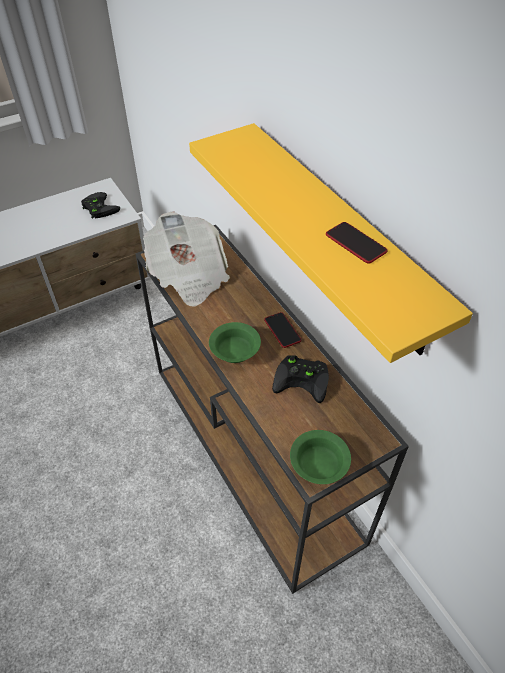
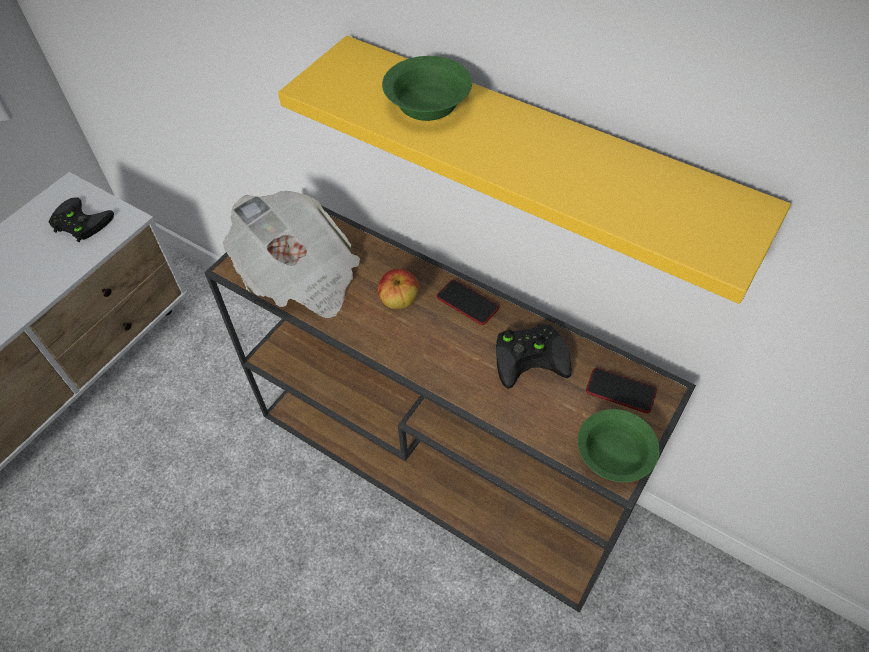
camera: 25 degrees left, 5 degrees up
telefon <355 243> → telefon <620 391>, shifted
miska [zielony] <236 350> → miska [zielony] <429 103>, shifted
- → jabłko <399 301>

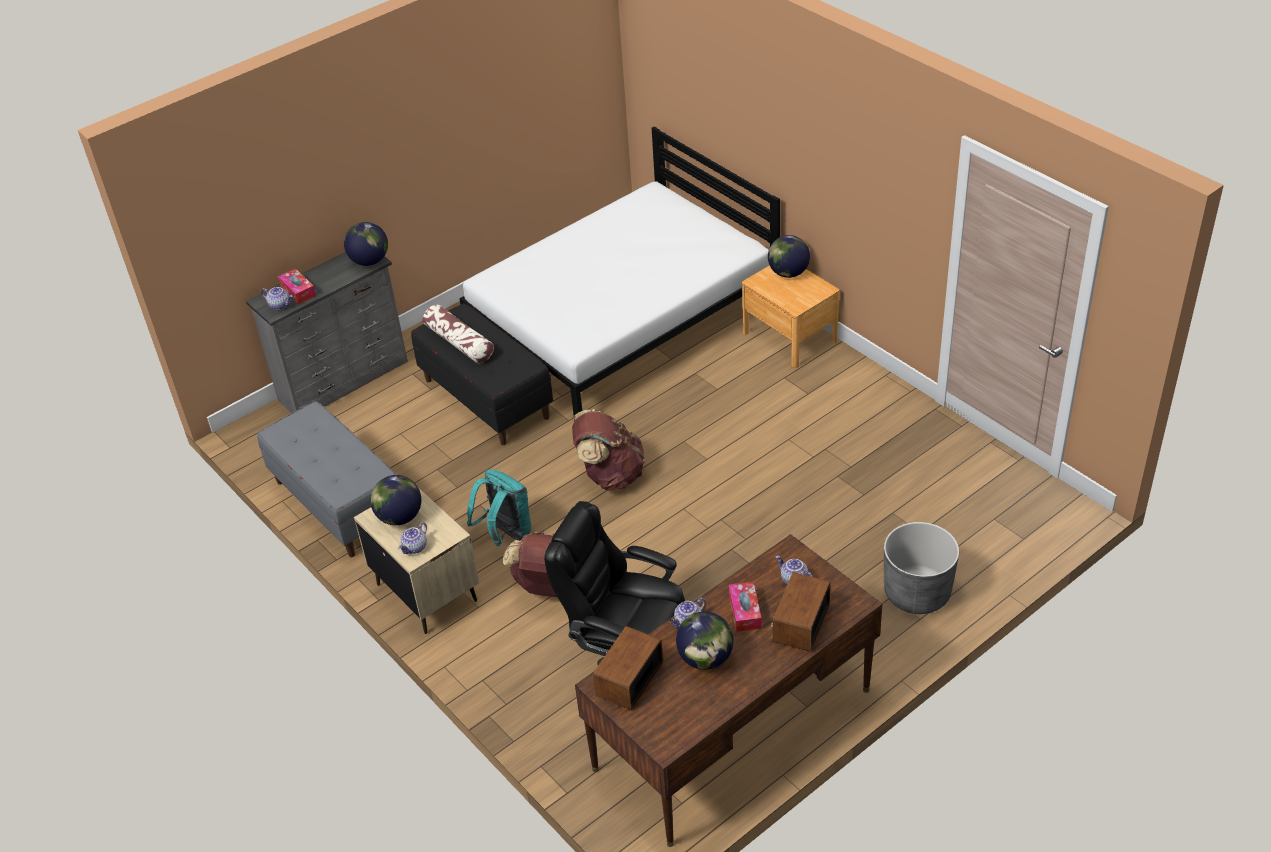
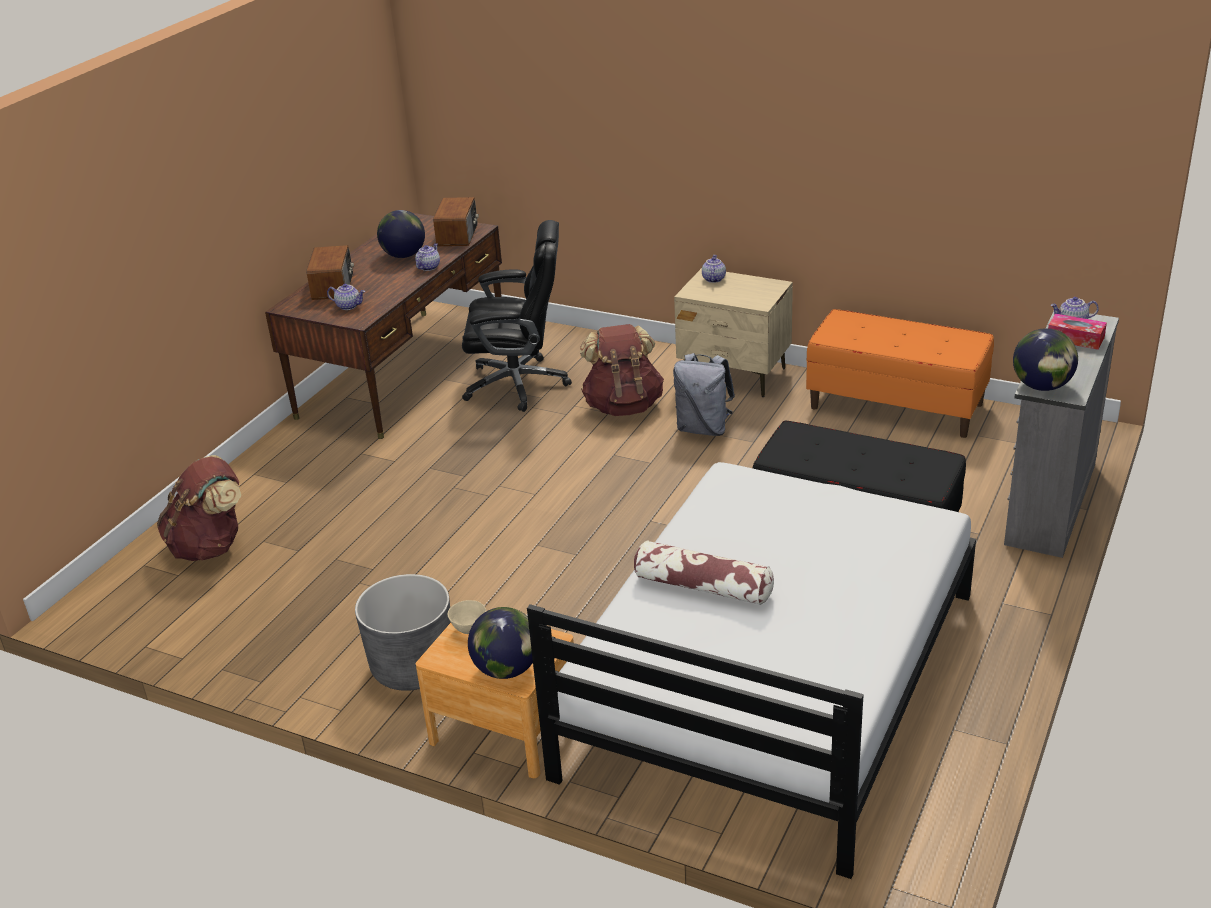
camera: 155 degrees right, 10 degrees down
poduszka <459 343> → poduszka <702 587>, shifted
ławka [szary] <338 503> → ławka [pomarańczowy] <896 406>
plecak [brązowy] <610 475> → plecak [brązowy] <210 546>, shifted
plecak [turkusowy] <505 533> → plecak [szary] <703 428>
globus <399 517> → -
donica [szary] <917 593> → donica [szary] <413 667>, shifted
pudełko chusteczek <745 611> → -
- → miska [beżowy] <469 629>

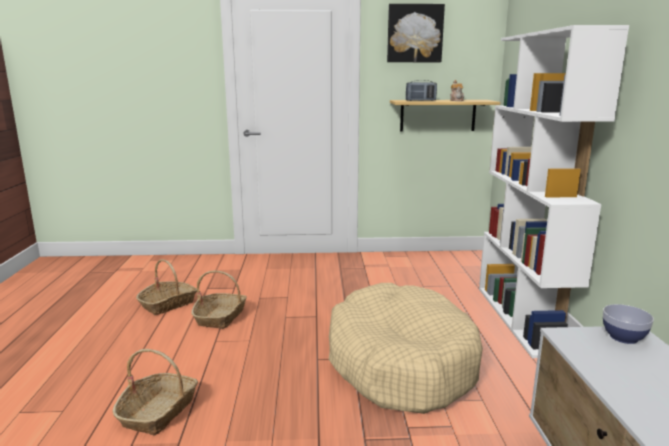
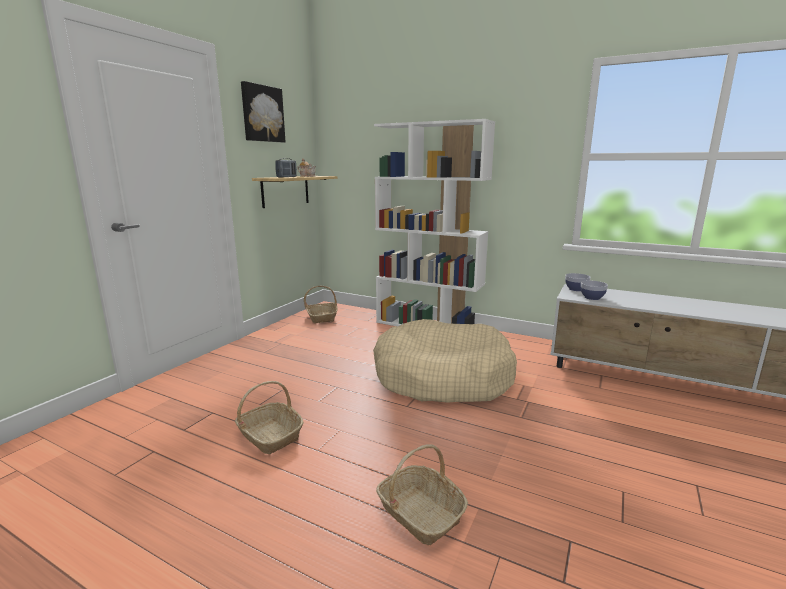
camera: 60 degrees left, 0 degrees up
koszyk <168 304> → koszyk <322 317>, shifted
- → miska <592 297>

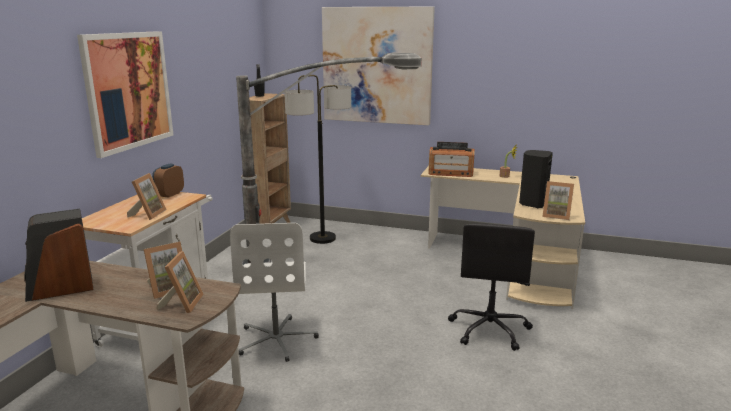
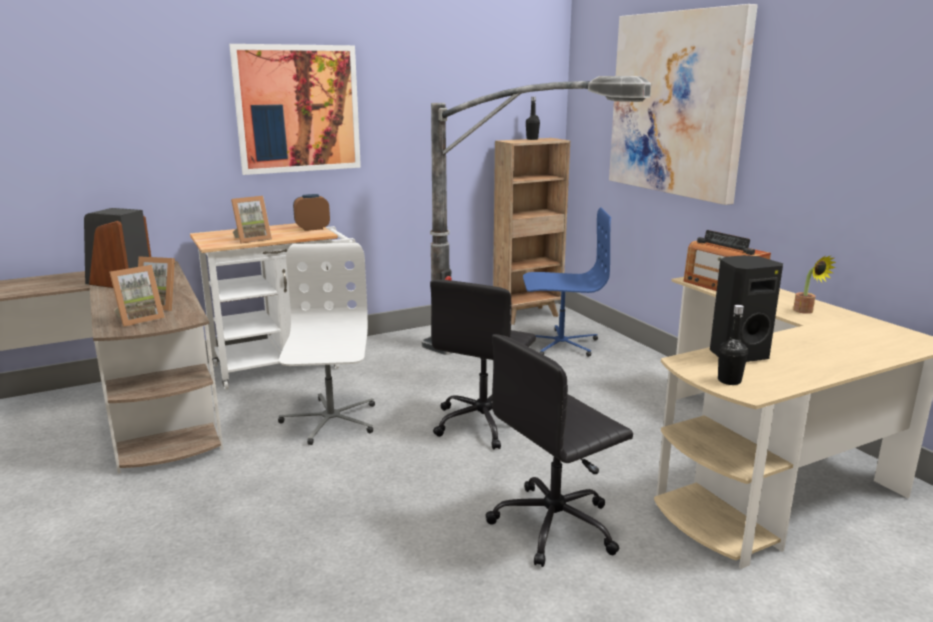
camera: 45 degrees right, 0 degrees up
lampa stojąca <323 238> → krzesło biurowe [niebieski] <560 344>
ramka na zdjęcie <556 216> → butelka [czarny] <729 381>
krzesło biurowe [biały] <277 339> → krzesło biurowe [biały] <330 420>, 135 degrees clockwise
- → krzesło biurowe [czarny] <484 424>

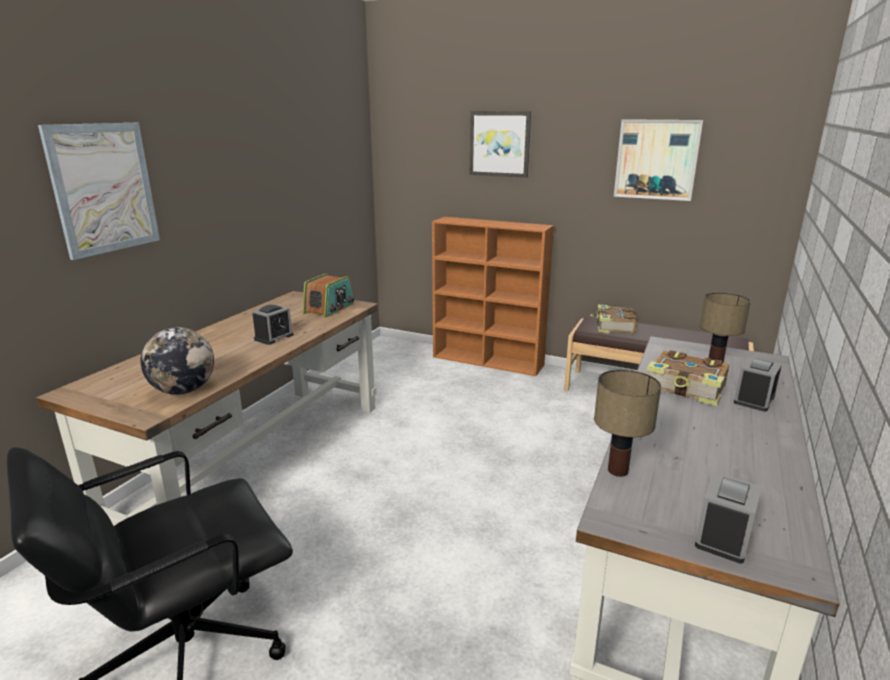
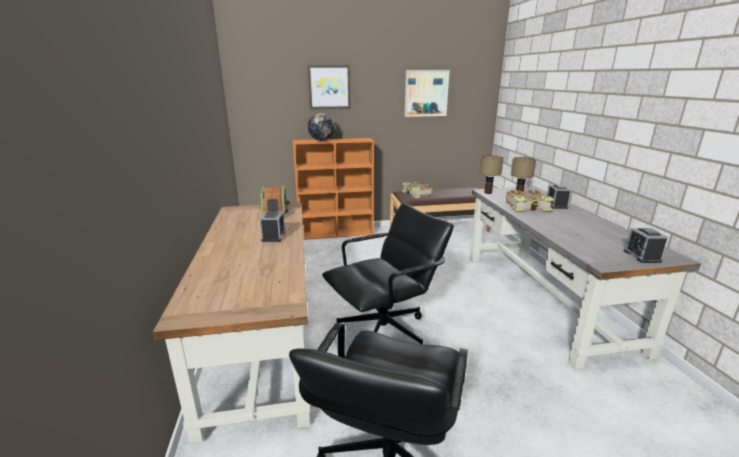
camera: 35 degrees left, 0 degrees up
obraz <104 188> → -
globus <183 390> → globus <321 140>, shifted
lampa stołowa <618 471> → lampa stołowa <488 193>, shifted
- → krzesło biurowe [czarny] <384 333>

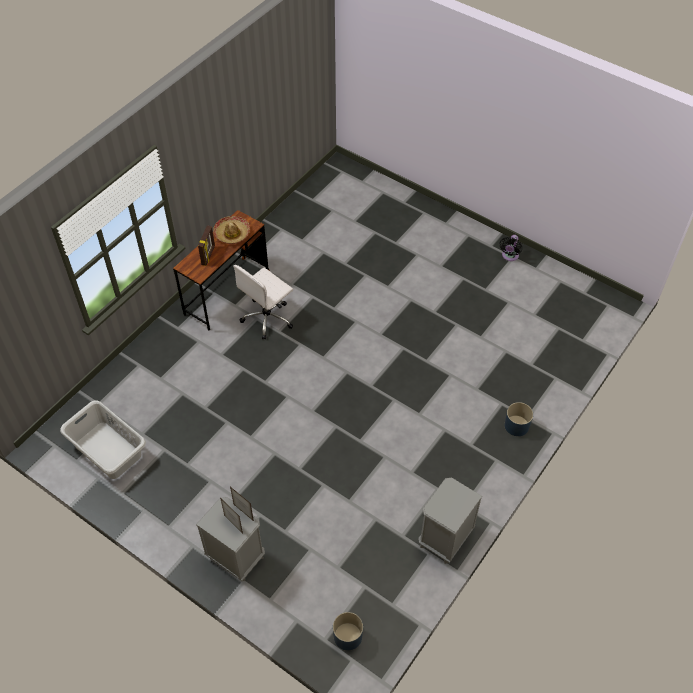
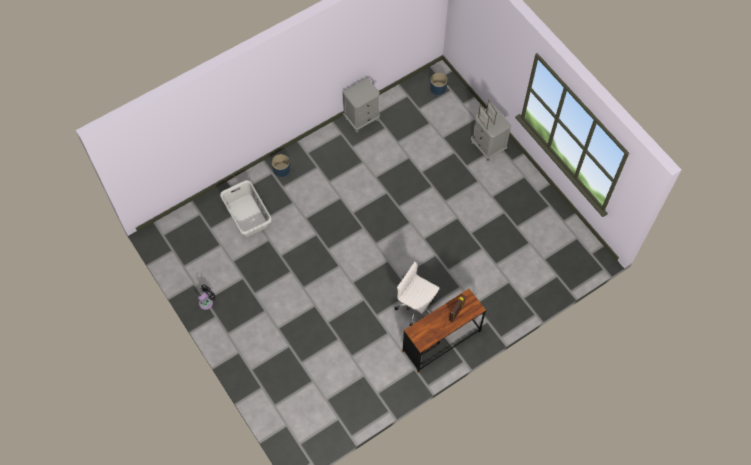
camera: 160 degrees left, 10 degrees up
kapelusz <232 233> → -
krzesło biurowe [biały] <268 318> → krzesło biurowe [biały] <416 307>, 120 degrees counterclockwise
kosz na pranie [szary] <108 451> → kosz na pranie [szary] <248 215>, shifted

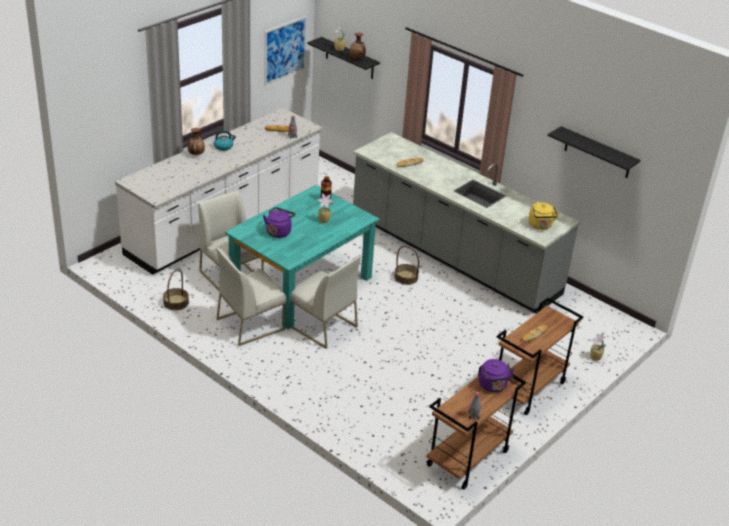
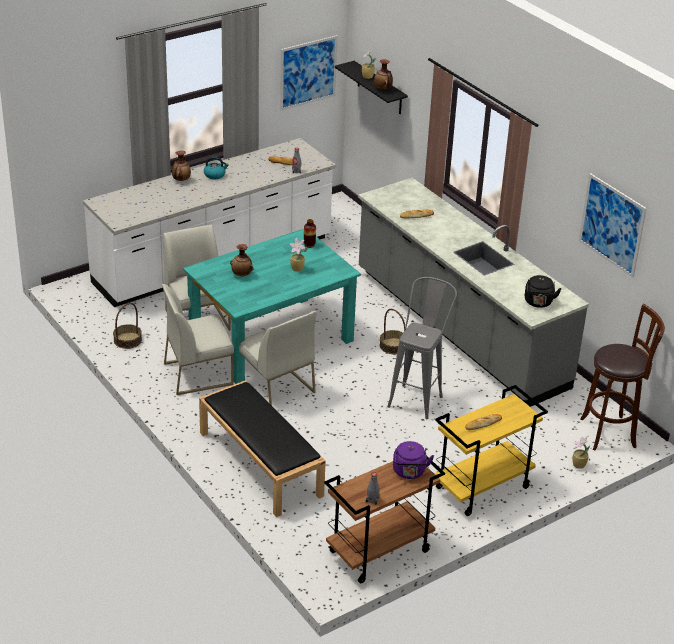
camera: 15 degrees right, 0 degrees up
półka [czarny] <597 153> → obraz <612 225>
czajnik [żółty] <541 226> → czajnik [czarny] <538 303>
czajnik [fioletowy] <279 231> → wazon <242 275>
wózek [brązowy] <528 389> → wózek [żółty] <482 488>
- → stołek [szary] <418 397>
- → stołek [brązowy] <611 432>
- → ławka [czarny] <259 463>

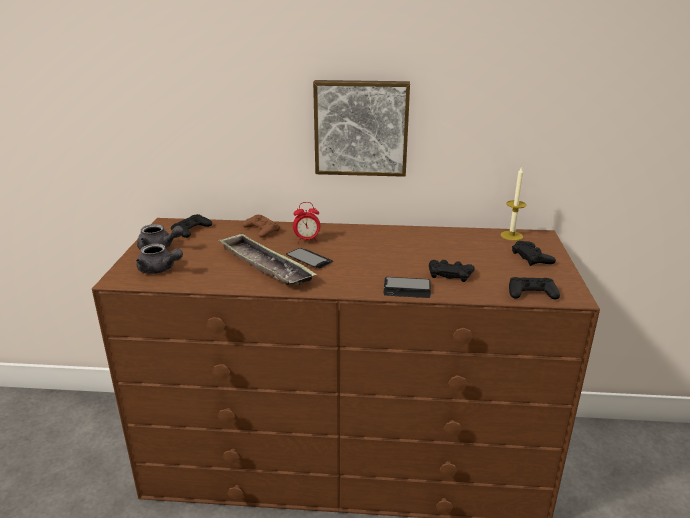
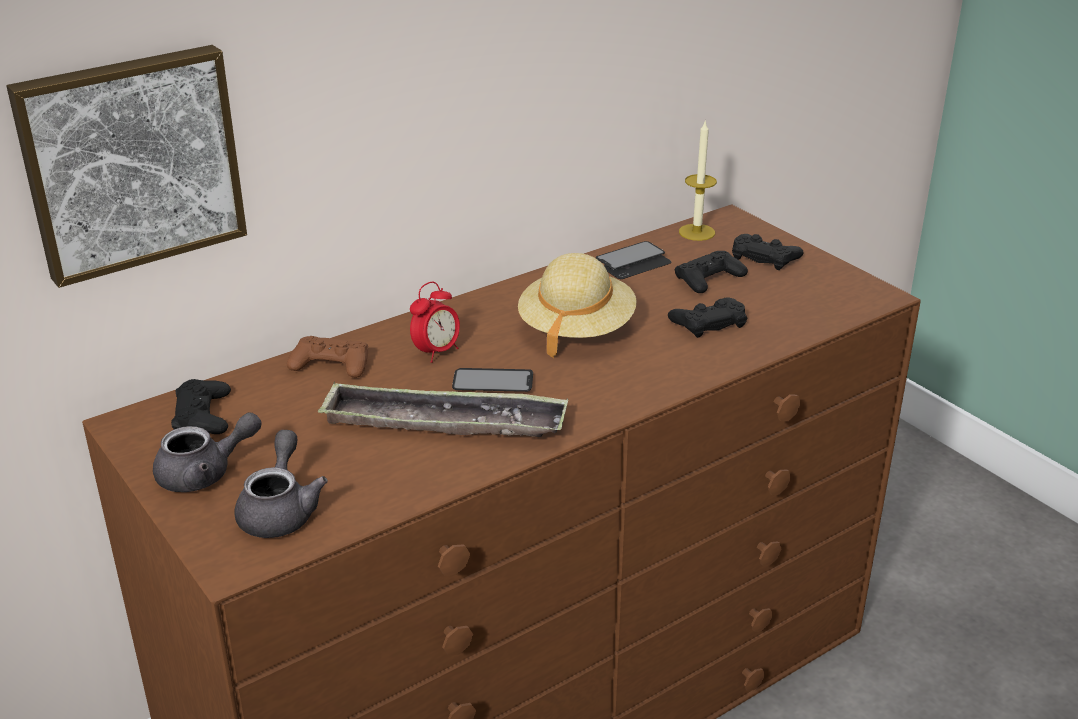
camera: 40 degrees left, 5 degrees up
obraz <361 127> → obraz <131 161>, shifted
imbryk [szary] <160 270> → imbryk [szary] <280 510>, 75 degrees counterclockwise
telefon <407 289> → telefon <633 262>, shifted
pad do gier [czarny] <531 293> → pad do gier [czarny] <709 279>, shifted
- → kapelusz [beżowy] <576 329>

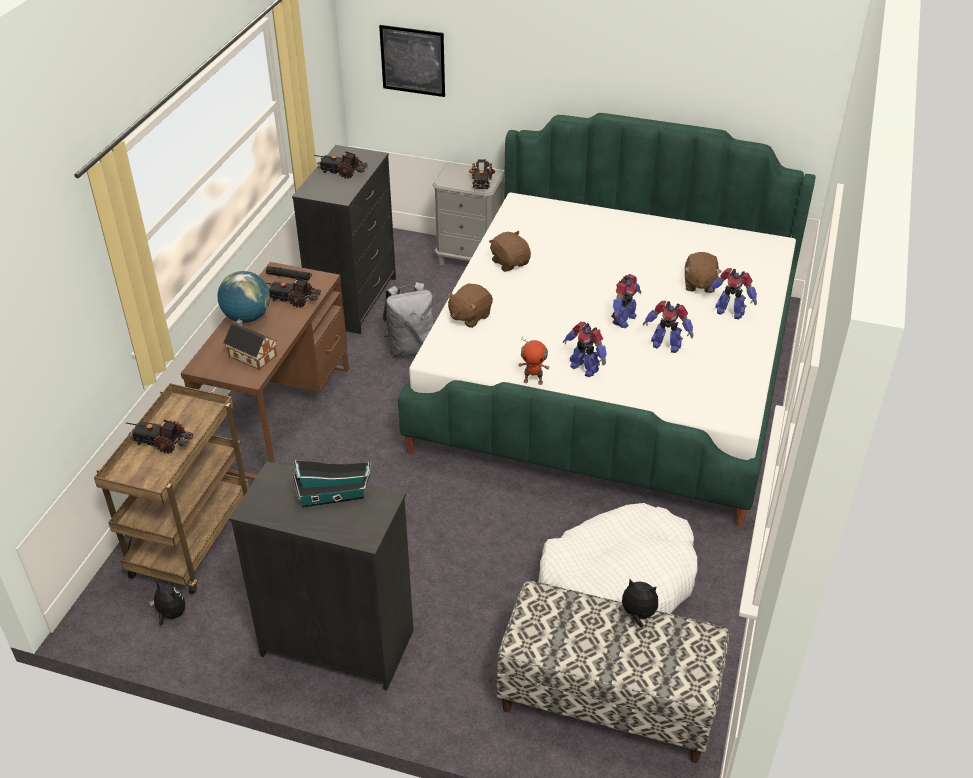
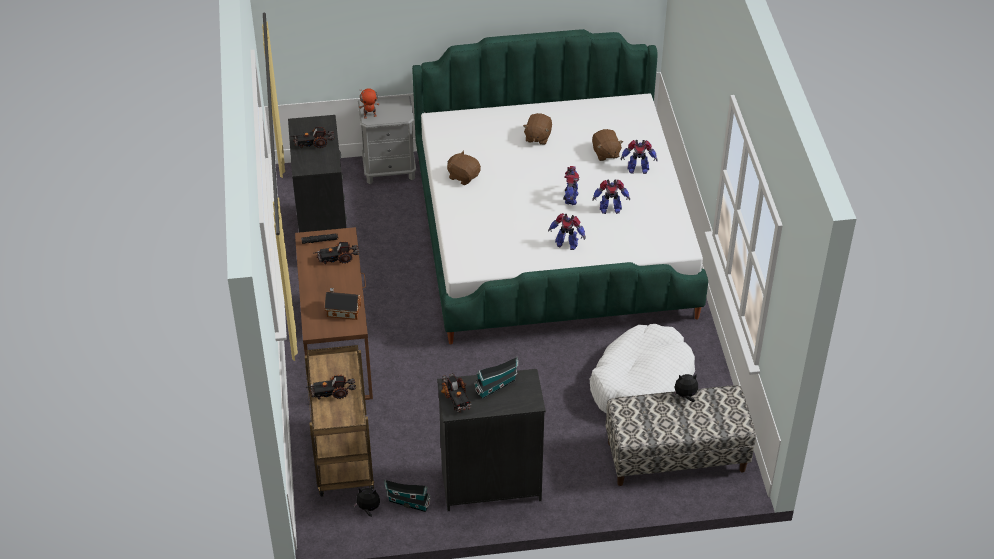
camera: 25 degrees left, 5 degrees up
obraz <412 60> → -
ciężarówka zabawkowa <481 182> → ciężarówka zabawkowa <456 398>, shifted
globus <247 317> → -
plecak [szary] <411 347> → -
pluszak [brązowy] <469 316> → pluszak [brązowy] <537 137>, shifted
robot zabawkowy <533 381> → robot zabawkowy <370 115>, shifted
- → domek <407 502>

